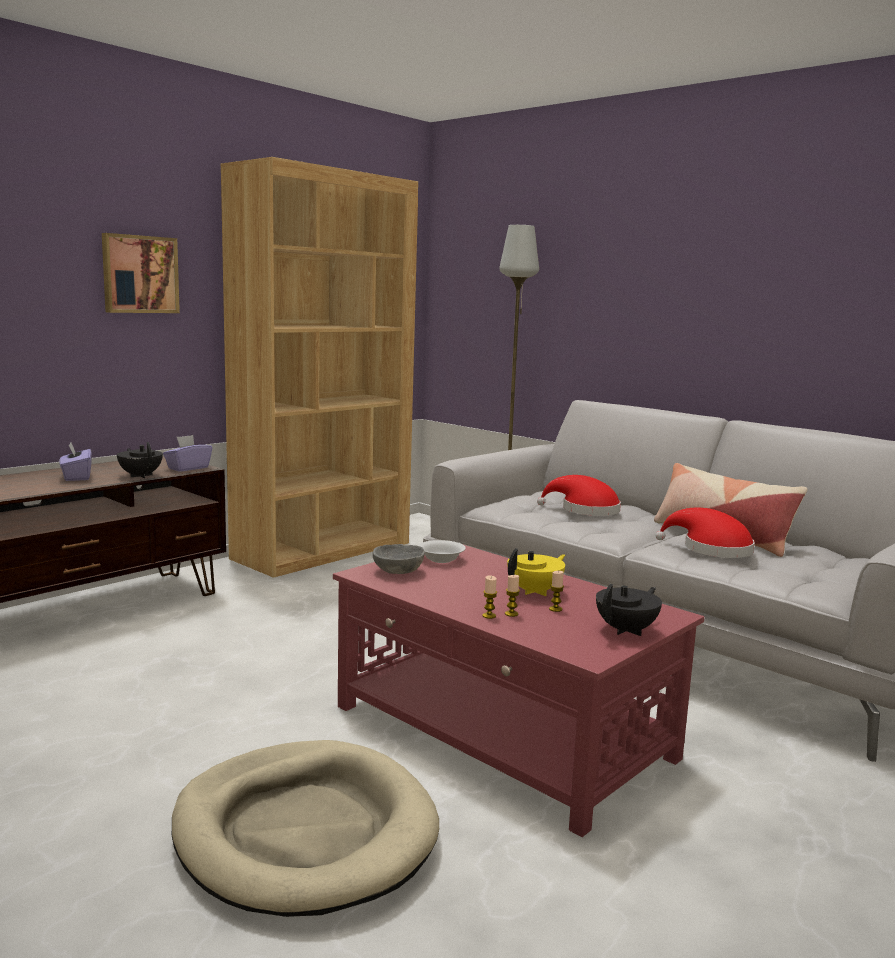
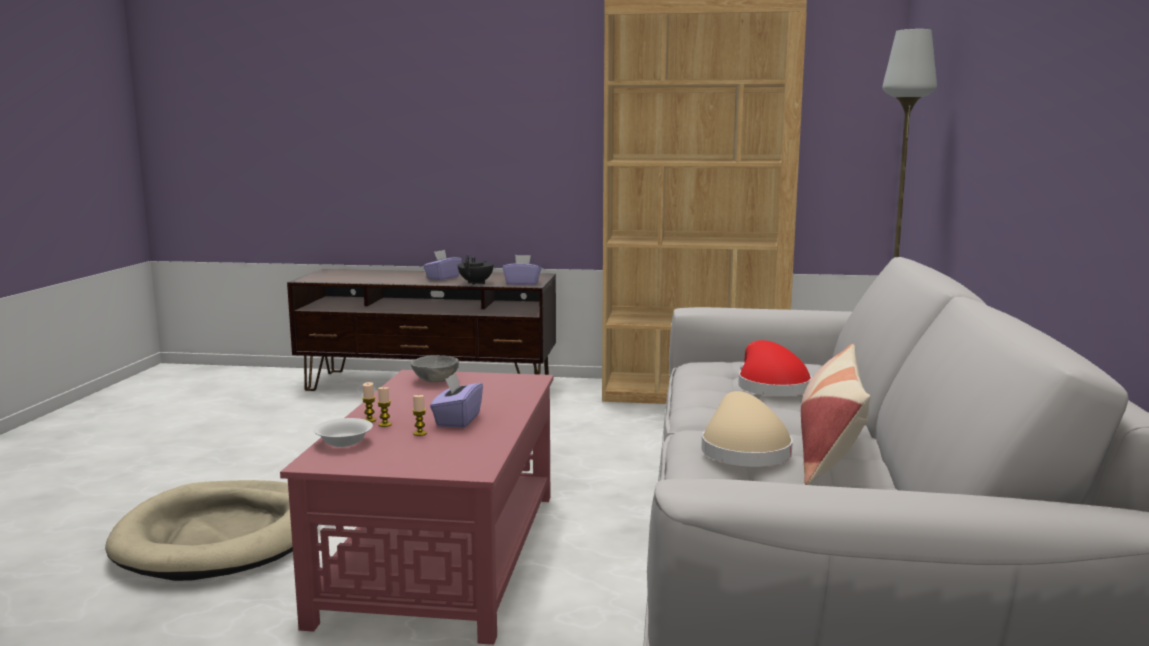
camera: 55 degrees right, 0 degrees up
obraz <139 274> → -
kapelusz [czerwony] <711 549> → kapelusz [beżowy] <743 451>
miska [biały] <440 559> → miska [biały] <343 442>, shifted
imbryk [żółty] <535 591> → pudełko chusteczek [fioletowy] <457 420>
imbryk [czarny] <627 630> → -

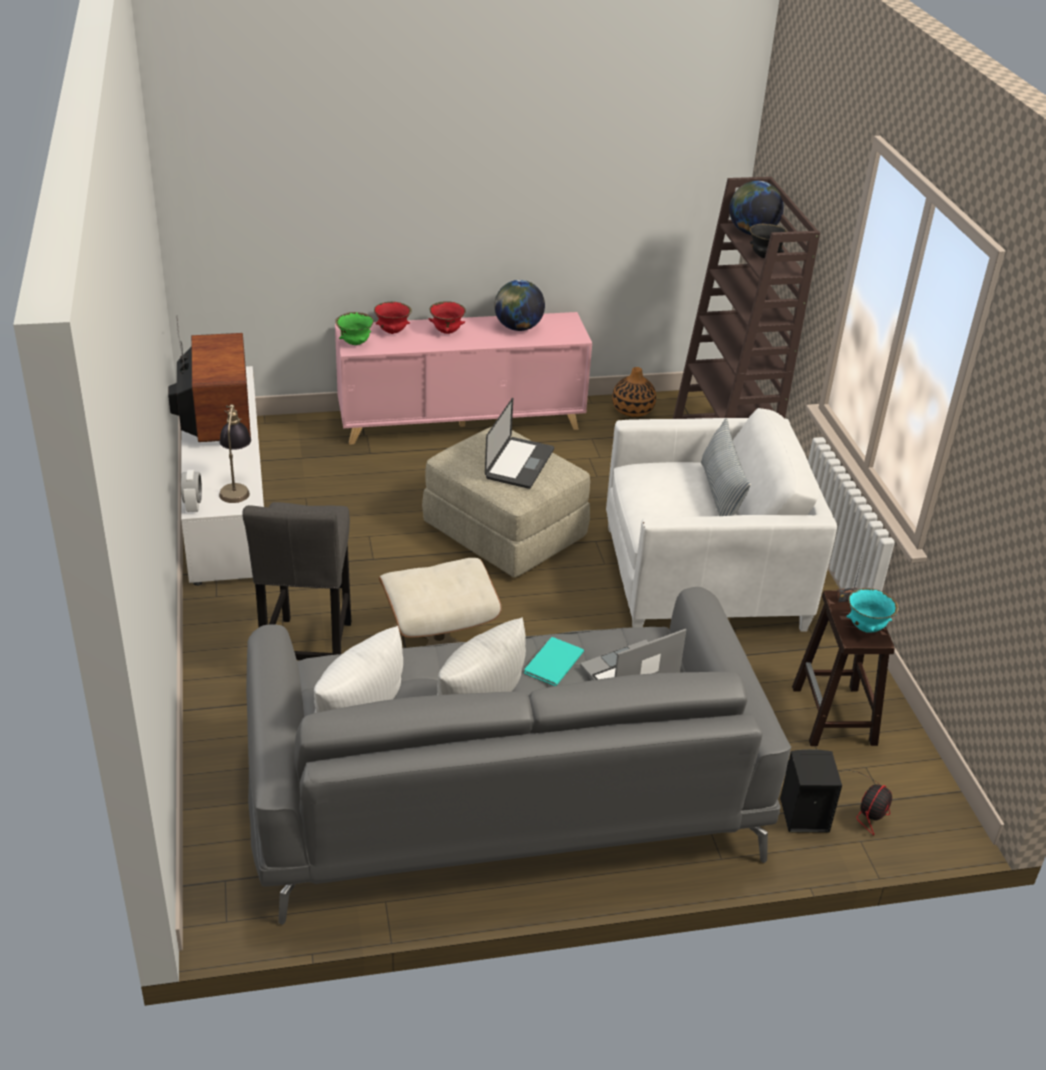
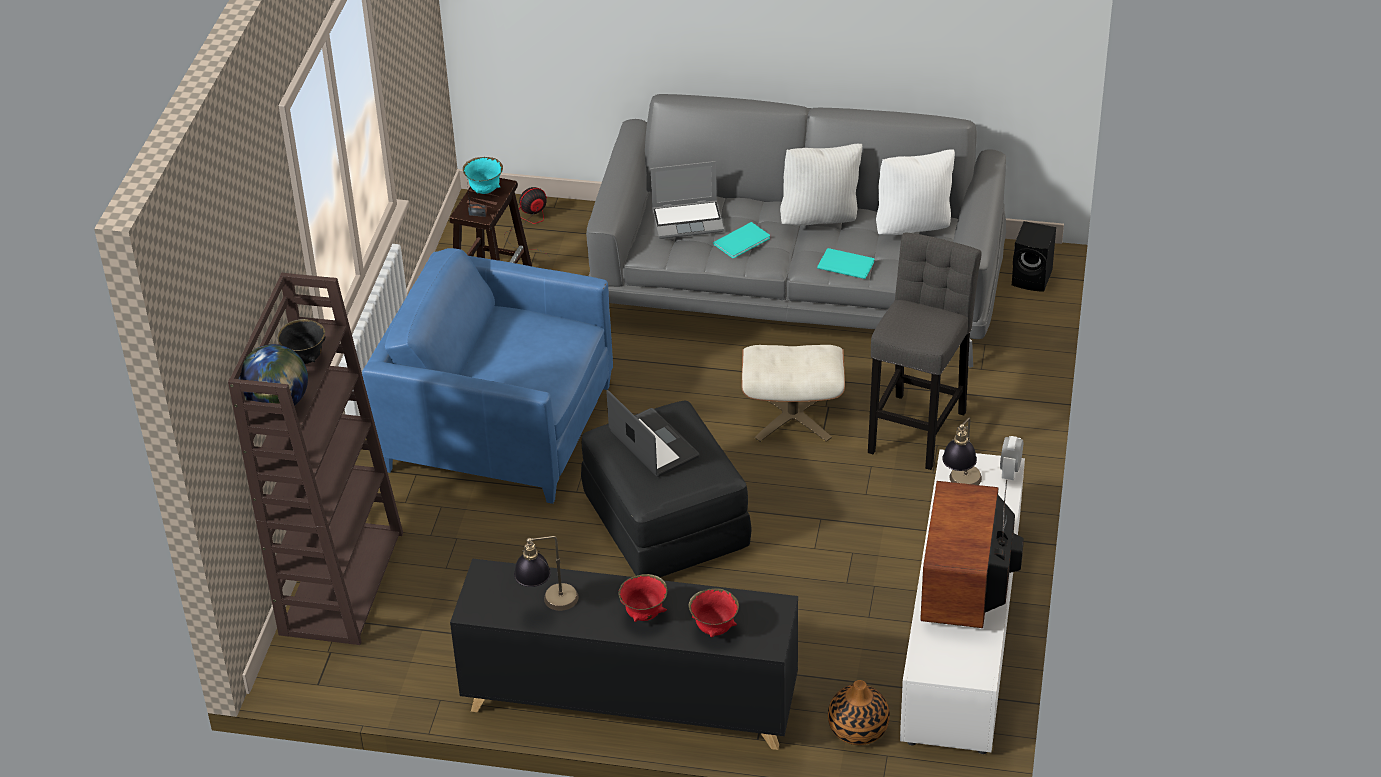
camera: 155 degrees left, 5 degrees up
globus <518 327> → lampa stołowa <548 604>
miska [zielony] <355 343> → -
szafka [różowy] <461 421> → szafka [czarny] <629 702>
wazon <632 410> → wazon <858 729>, shifted
laptop <519 464> → laptop <654 444>, 105 degrees clockwise
fotel [biały] <702 578> → fotel [niebieski] <499 427>
poduszka <720 494> → -
pufa [beżowy] <506 532> → pufa [czarny] <664 522>
głośnik [czarny] <802 814> → głośnik [czarny] <1033 278>, shifted
- → książka [turkusowy] <845 264>

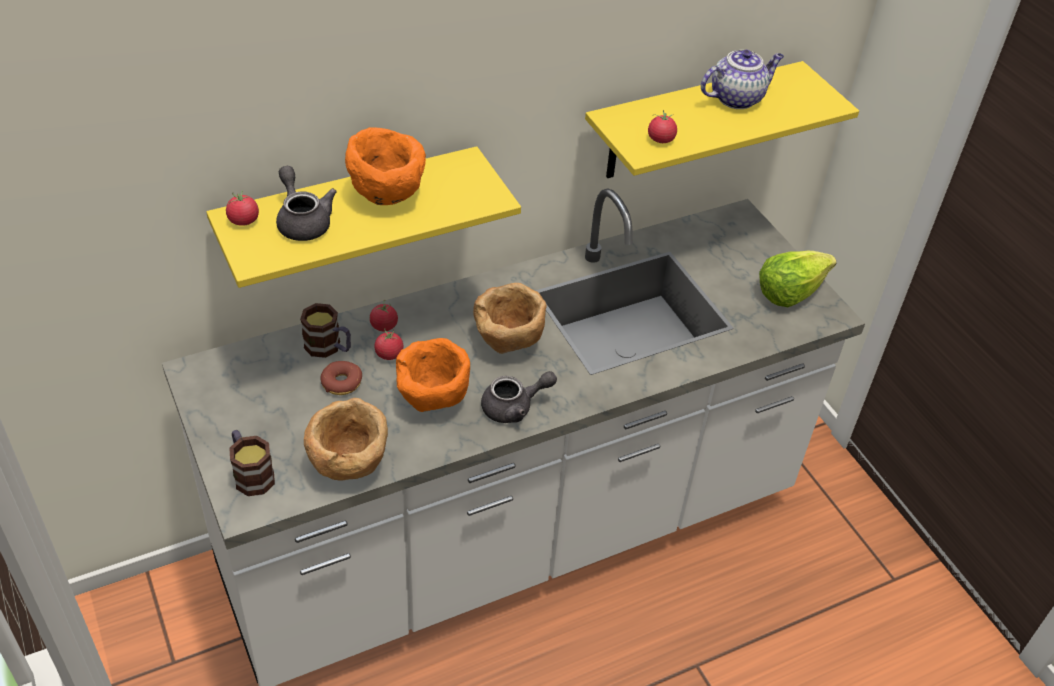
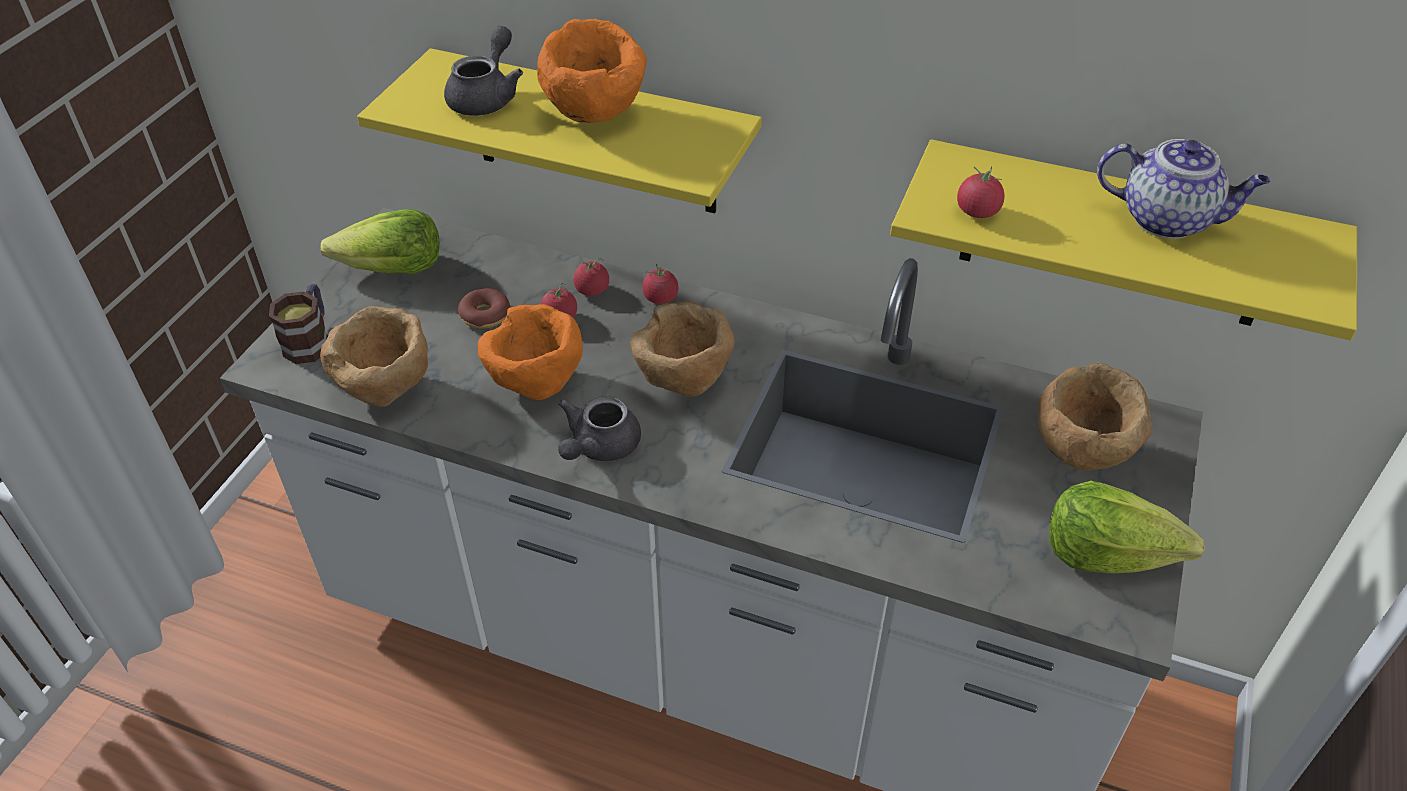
camera: 50 degrees right, 0 degrees up
pomidor <243 221> → pomidor <660 298>, shifted
kubek <329 347> → -
imbryk [szary] <514 407> → imbryk [szary] <598 447>, 90 degrees clockwise
- → sałata <392 270>
- → miska [brązowy] <1082 454>

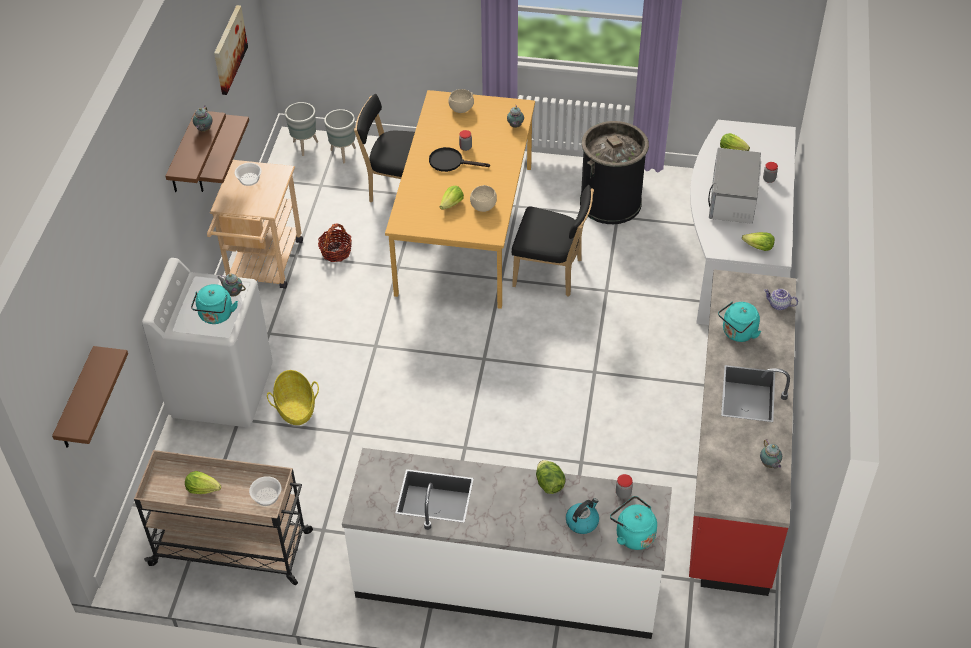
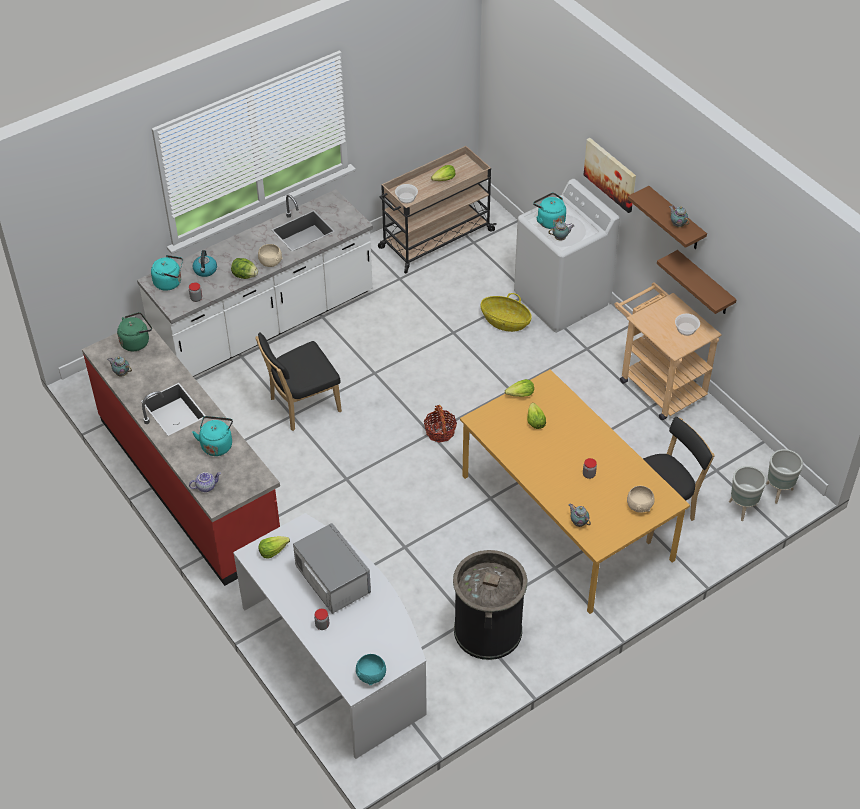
camera: 135 degrees right, 0 degrees up
obraz <229 49> → obraz <610 174>, shifted
sałata <733 149> → sałata <520 395>, shifted
patelnia [czarny] <451 162> → -
miska [beżowy] <483 207> → miska [beżowy] <270 262>, shifted
krzesło [czarny] <551 273> → krzesło [czarny] <302 406>, shifted
koszyk <336 252> → koszyk <440 432>, shifted
półka [brązowy] <77 401> → -
- → czajnik [zielony] <136 342>
- → miska [turkusowy] <371 675>

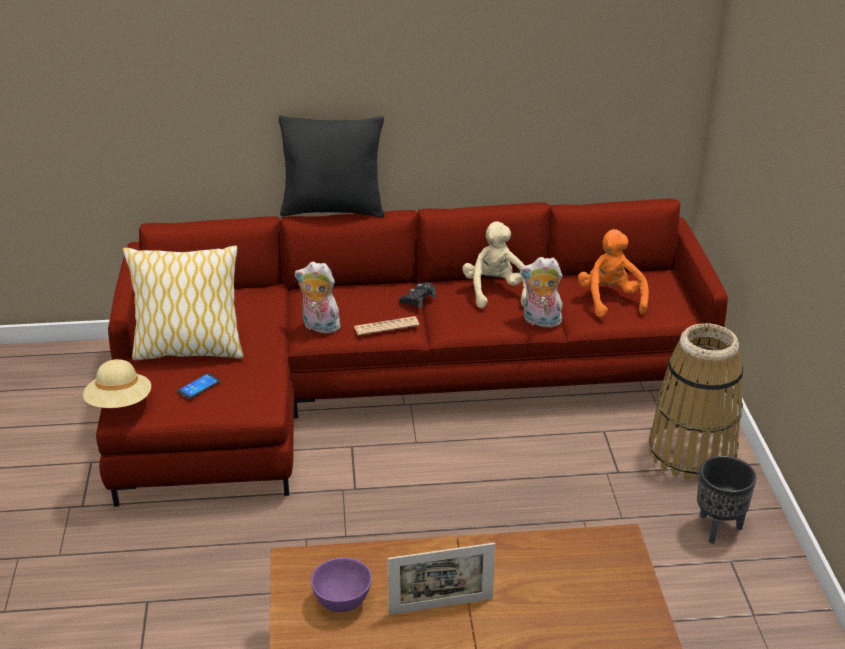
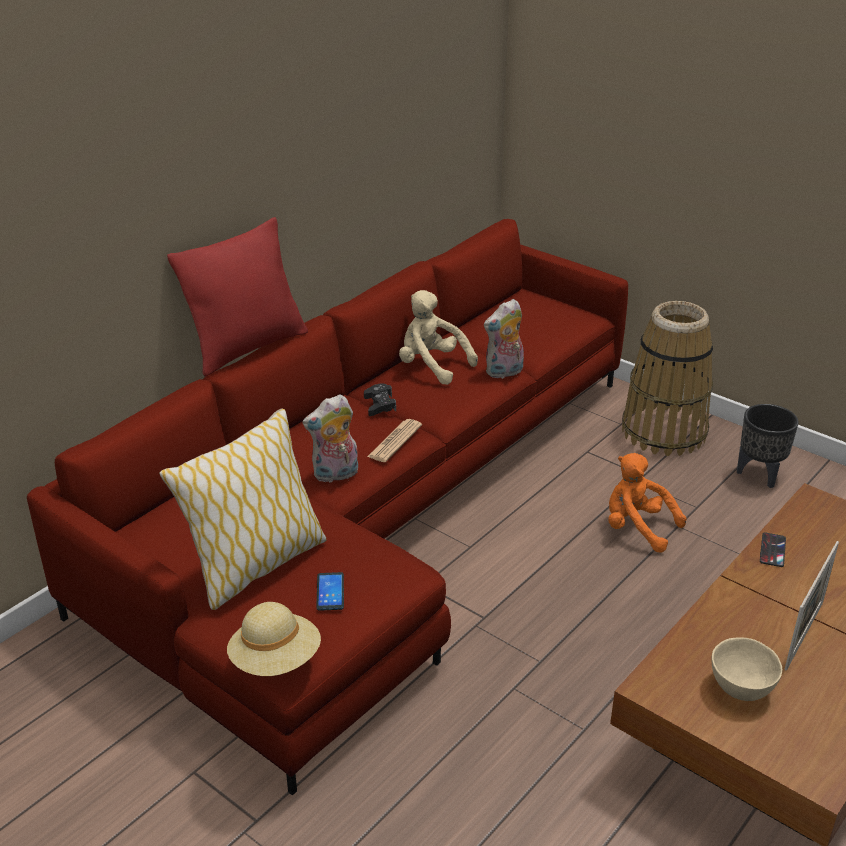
camera: 45 degrees left, 0 degrees up
poduszka [czarny] <333 210> → poduszka [czerwony] <247 348>
pluszak [pomarańczowy] <610 300> → pluszak [pomarańczowy] <637 528>, shifted
miska [fioletowy] <343 601> → miska [beżowy] <741 688>
- → telefon <772 550>

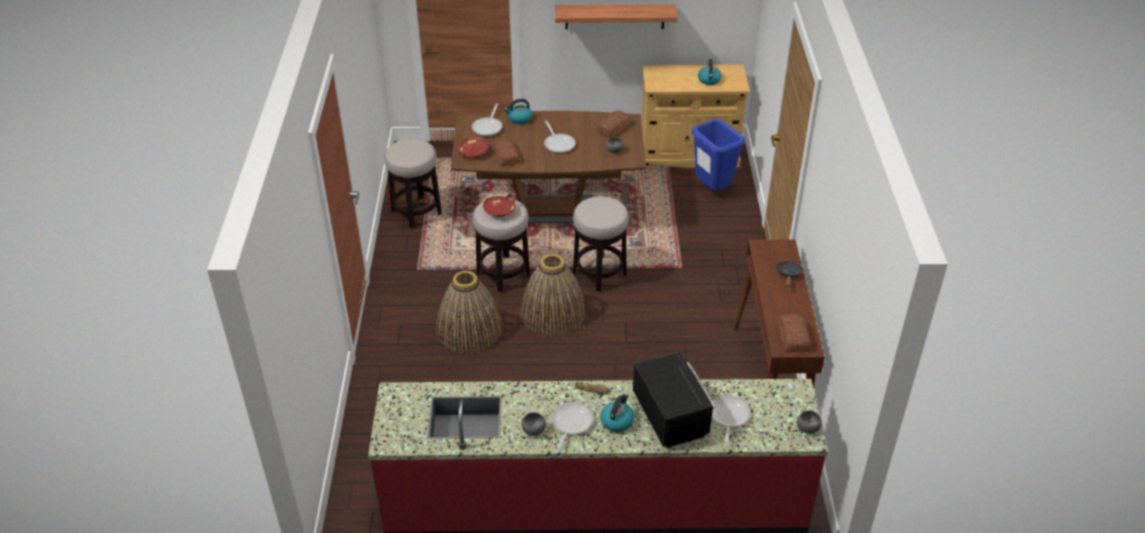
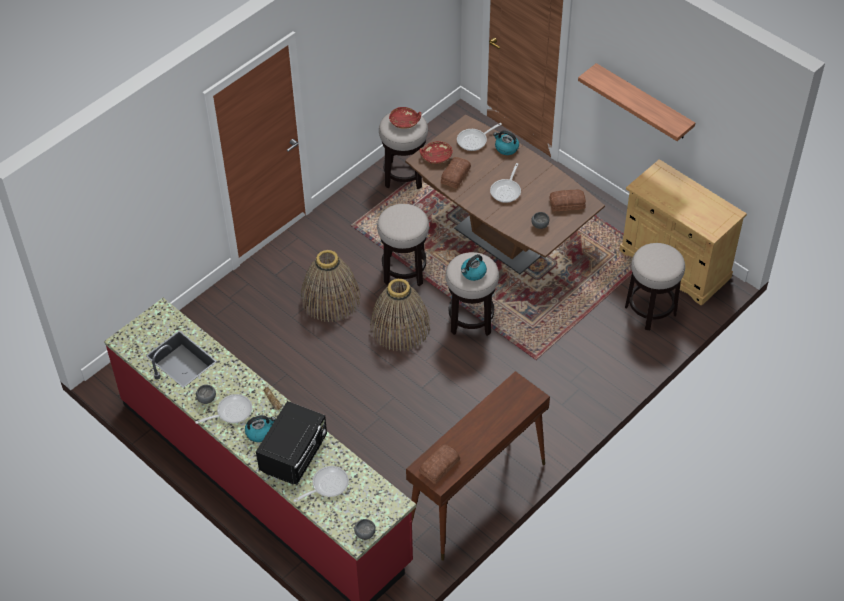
camera: 45 degrees right, 10 degrees up
czajnik <709 80> → czajnik <473 273>, shifted
kosz na śmieci [niebieski] <712 189> → stołek <650 310>
miska [czerwony] <500 211> → miska [czerwony] <405 122>, shifted
patelnia [czarny] <789 274> → -

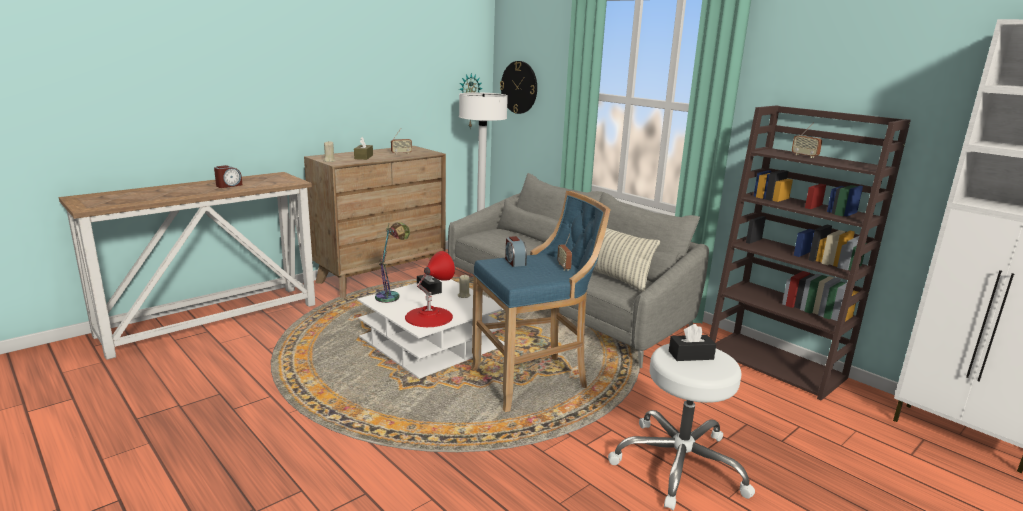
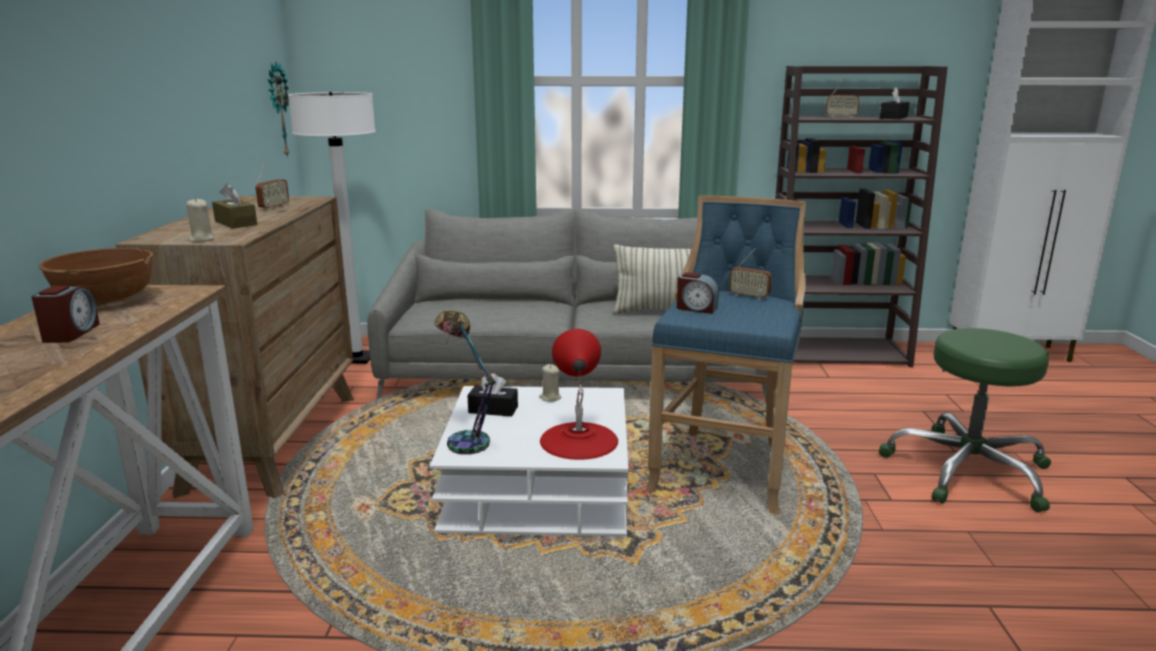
camera: 45 degrees left, 0 degrees up
zegar ścienny <519 87> → -
pudełko chusteczek [czarny] <691 355> → pudełko chusteczek [czarny] <893 117>, shifted
stołek [biały] <679 464> → stołek [zielony] <967 471>
- → miska [brązowy] <106 301>

